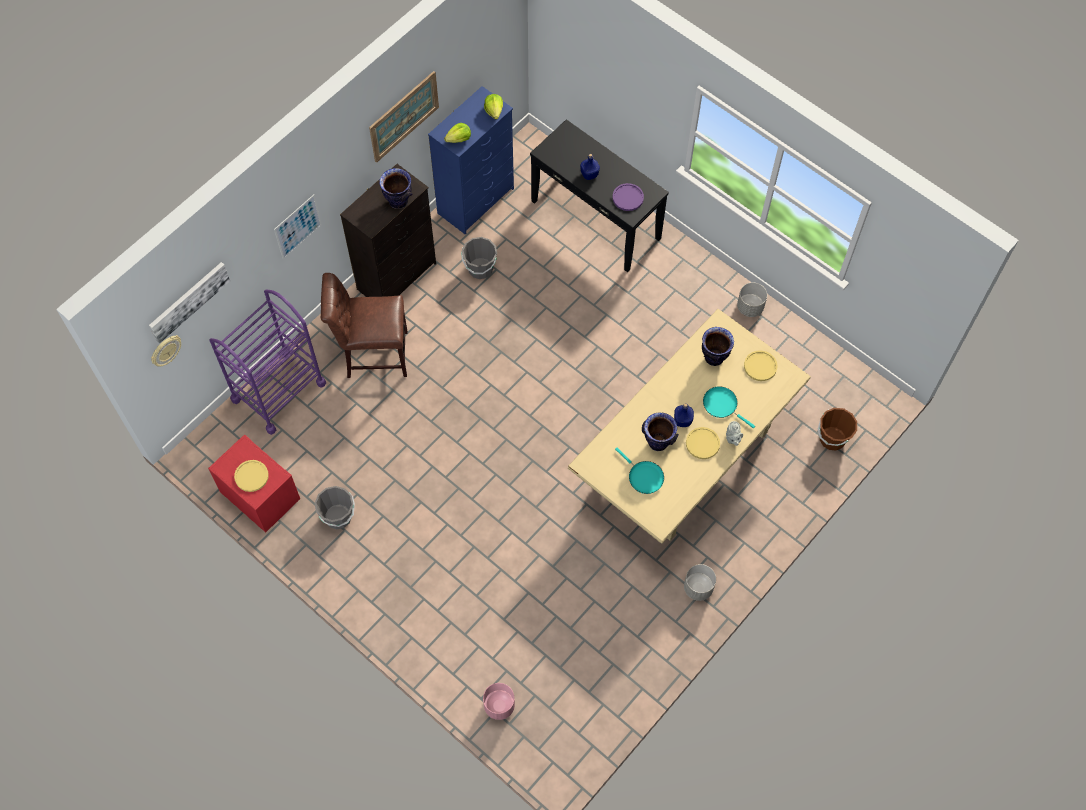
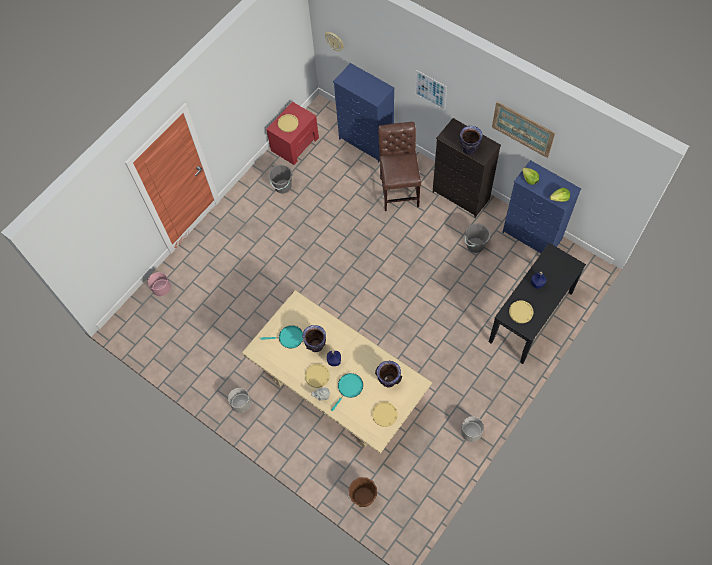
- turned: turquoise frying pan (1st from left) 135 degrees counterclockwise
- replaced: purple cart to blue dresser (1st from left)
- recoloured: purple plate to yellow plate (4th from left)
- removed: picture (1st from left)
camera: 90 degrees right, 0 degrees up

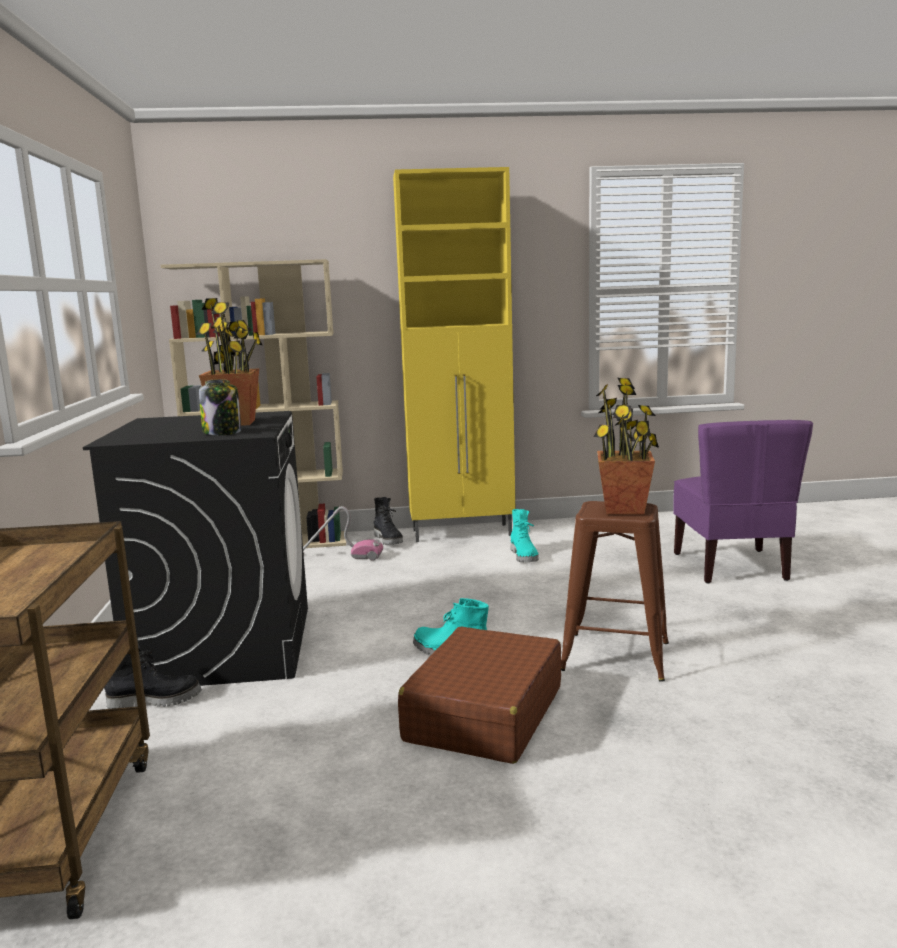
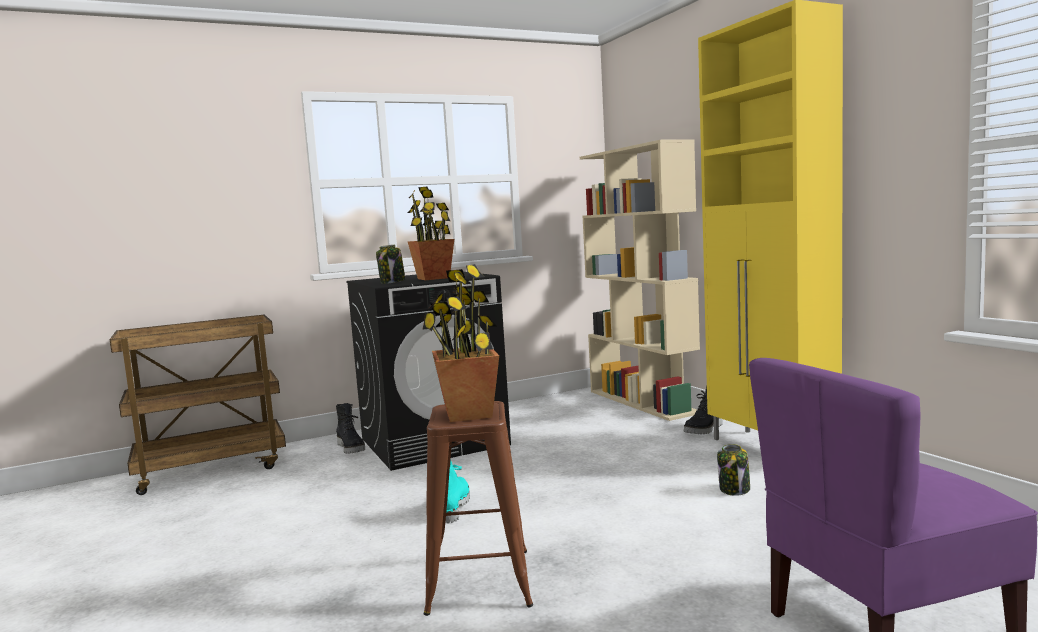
- replaced: turquoise boot (2nd from left) to jar (2nd from left)
- removed: vacuum cleaner
- removed: brown suitcase
camera: 70 degrees right, 5 degrees down

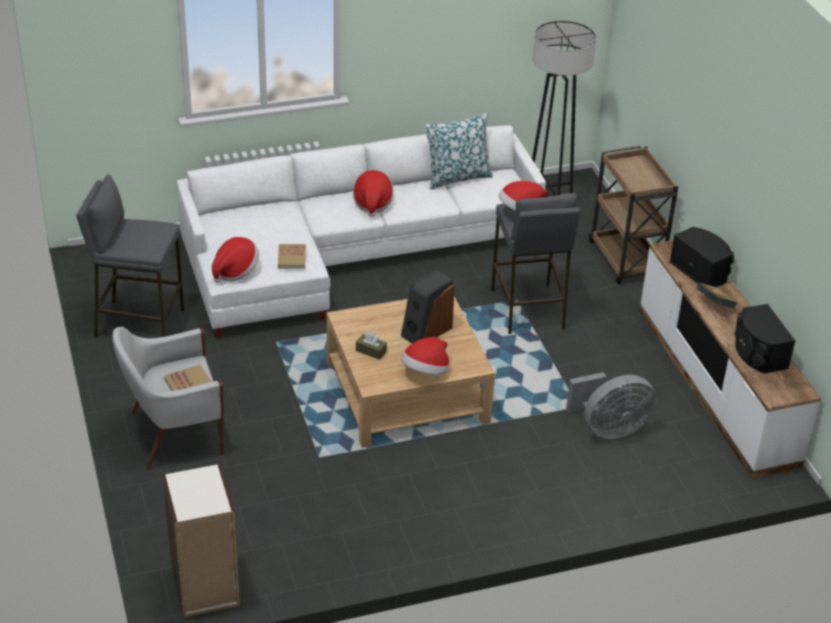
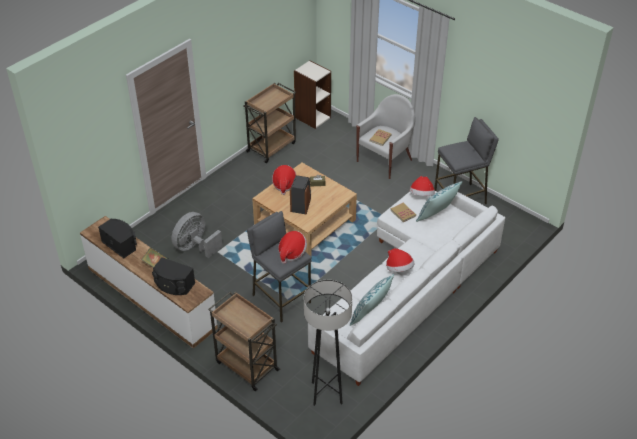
- added: brown cart (2nd from left)
- added: pillow (2nd from left)
camera: 150 degrees right, 5 degrees up

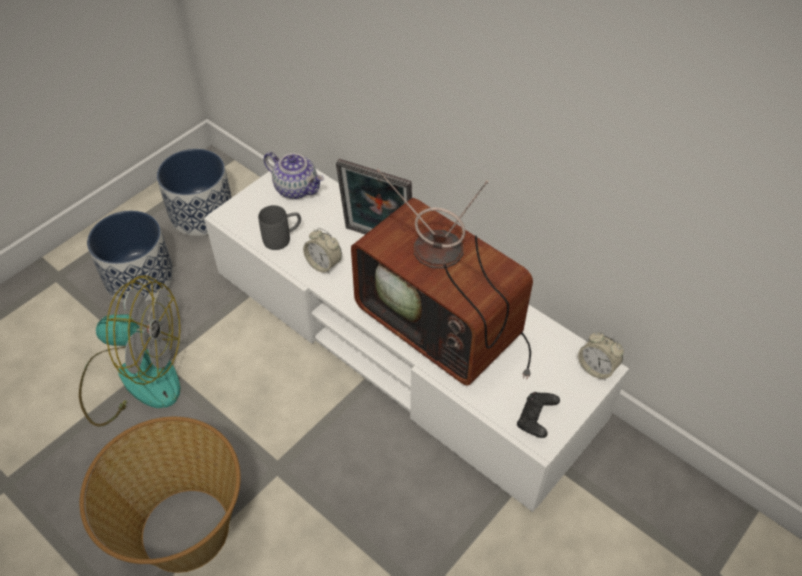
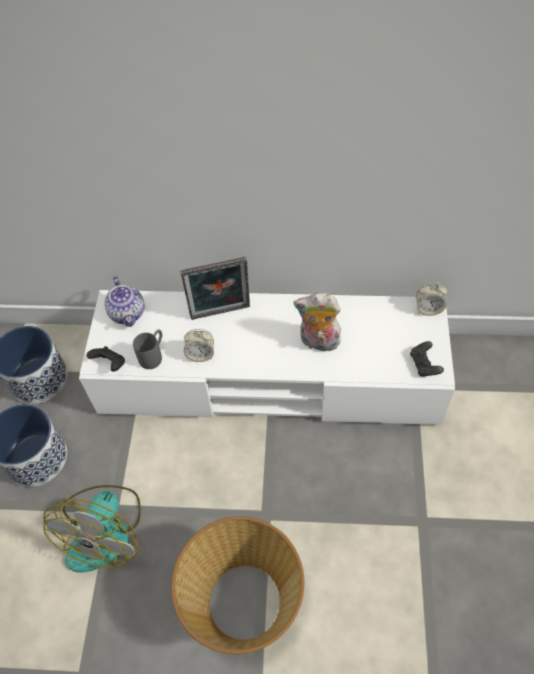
- turned: fan 135 degrees clockwise
- added: black game controller (1st from left)
- turned: teapot 75 degrees clockwise
- replaced: television to plush toy
camera: 35 degrees left, 5 degrees up

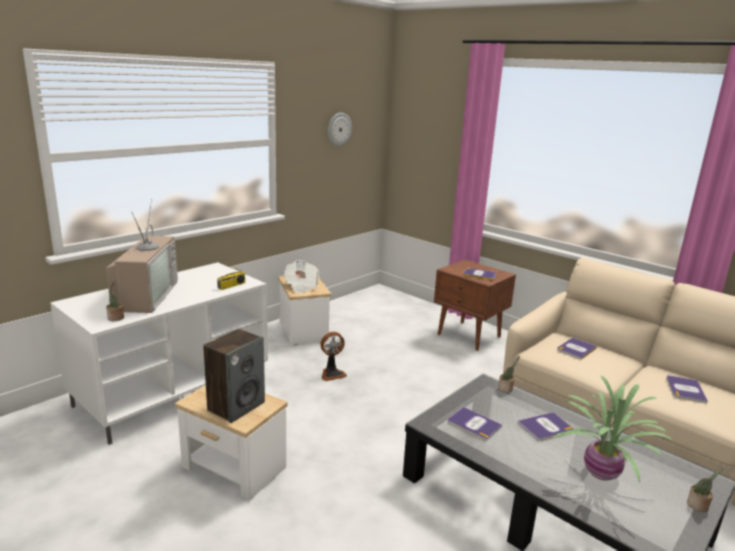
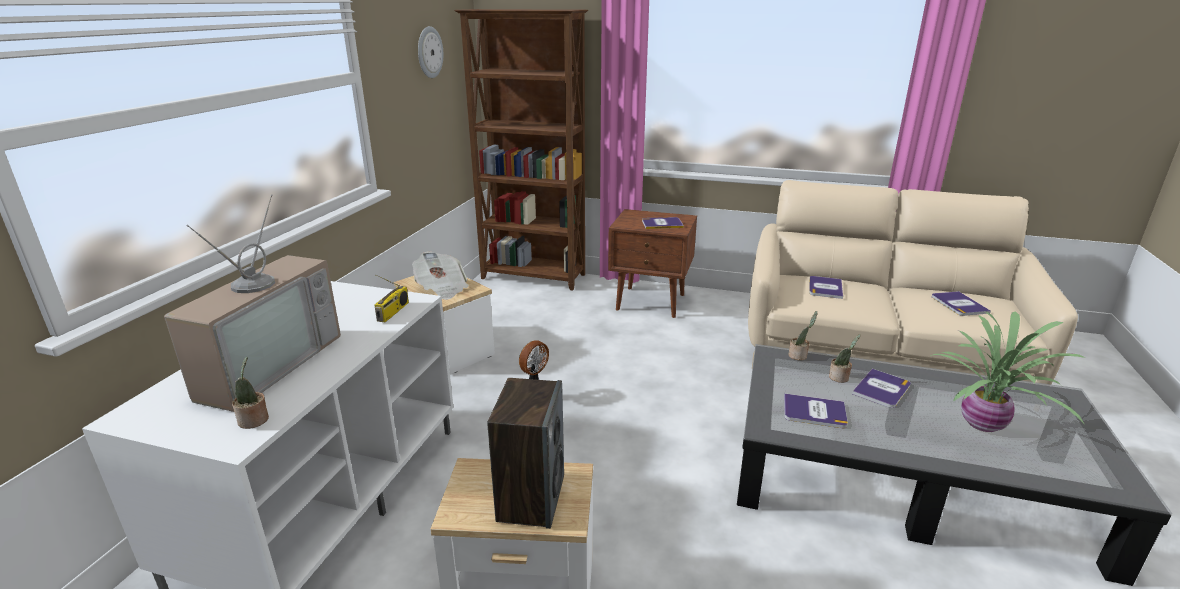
- turned: television 45 degrees clockwise
- added: brown bookcase
- moved: potted plant (4th from left in the first image) to potted plant (3rd from left)
camera: 25 degrees left, 5 degrees up

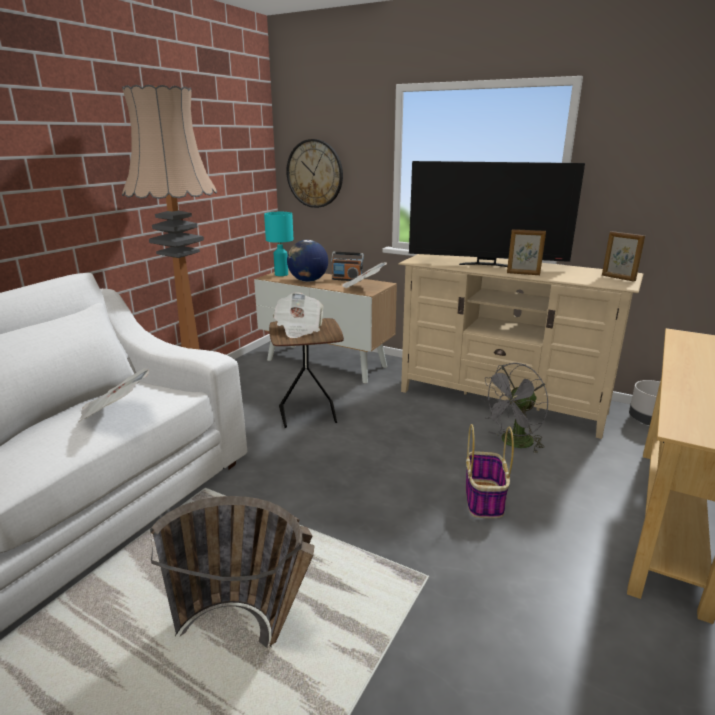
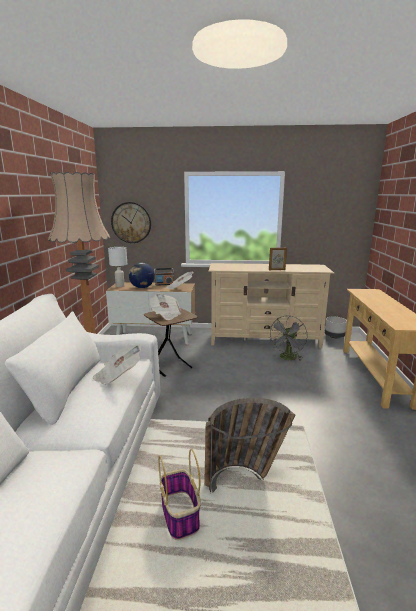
- recoloured: turquoise table lamp to white table lamp
- moved: basket (2nd from left in the first image) to basket (1st from left)
- removed: television
- removed: picture frame (2nd from left)
camera: 25 degrees left, 5 degrees down

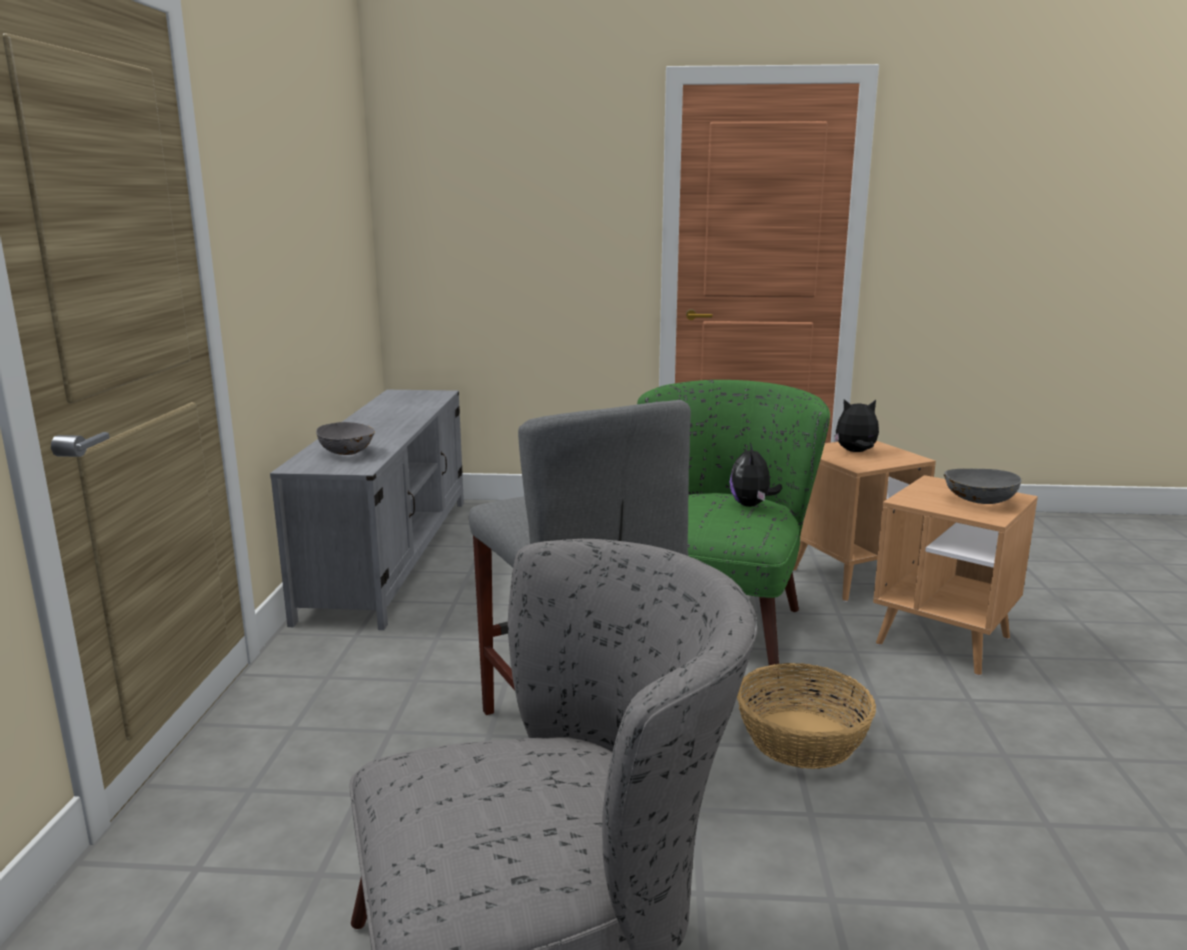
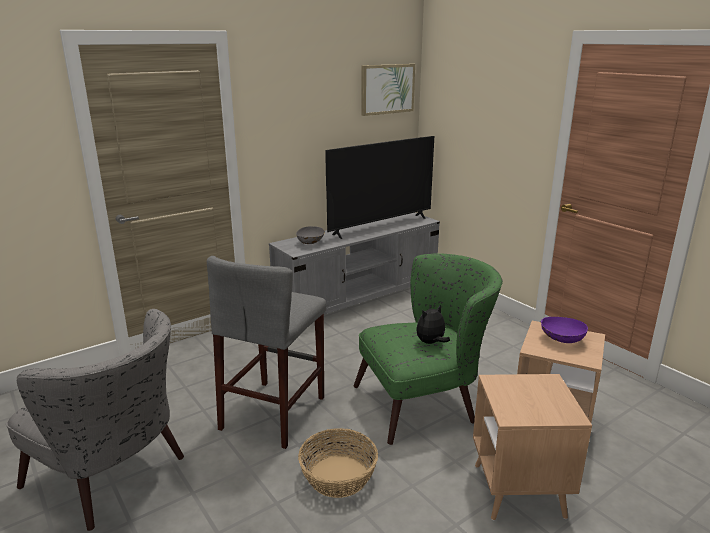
- added: television
- added: picture
- replaced: plush toy (2nd from left) to purple bowl
- removed: grey bowl (2nd from left)
camera: 50 degrees right, 5 degrees up

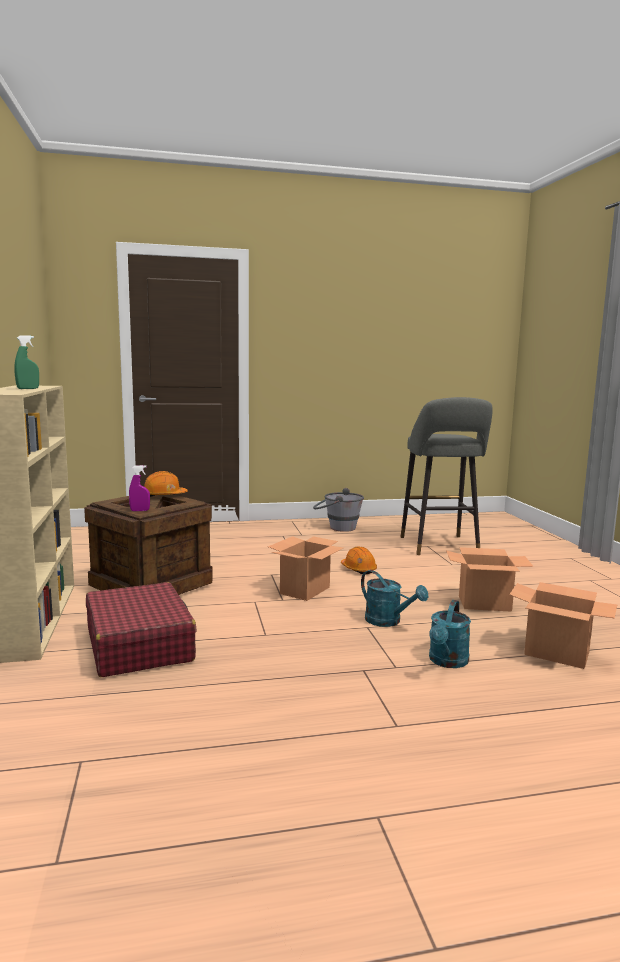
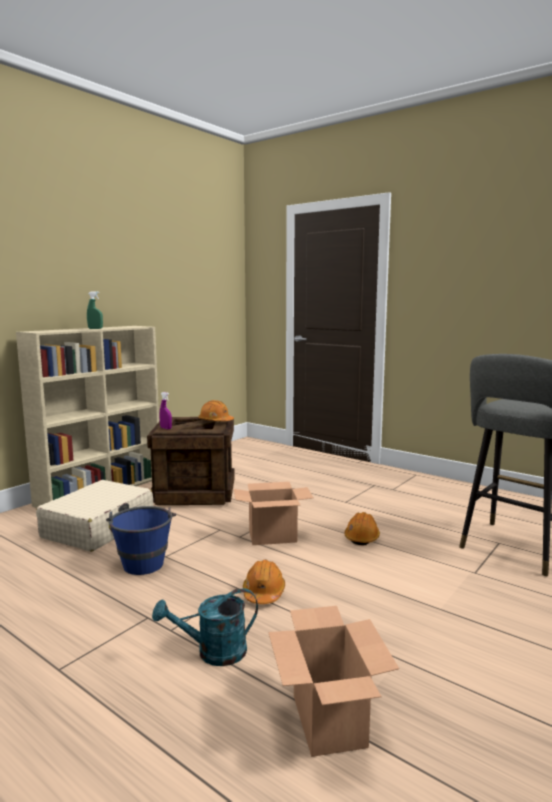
- recoloured: red suitcase to beige suitcase
- added: blue bucket
- replaced: turquoise watering can (1st from left) to orange hard hat (2nd from left)
- removed: grey bucket
- removed: cardboard box (2nd from left)
camera: 50 degrees right, 0 degrees up

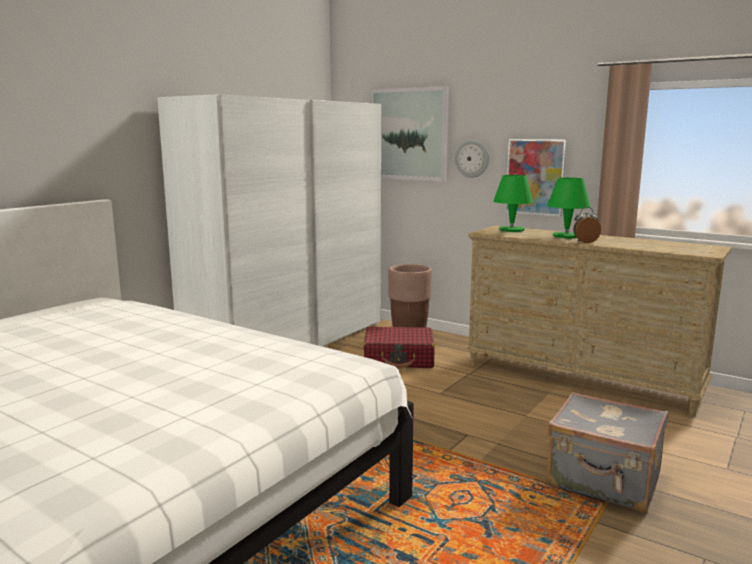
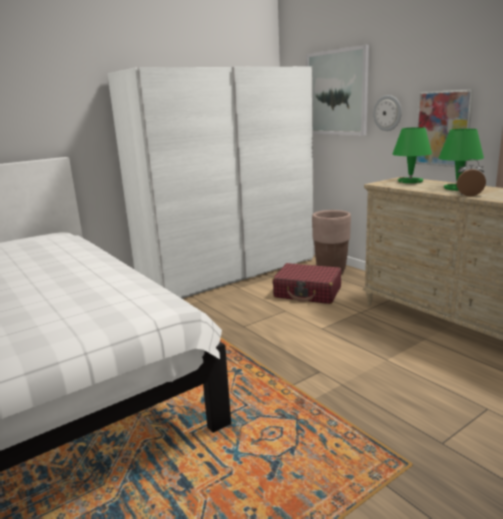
- removed: grey suitcase
camera: 20 degrees right, 5 degrees up

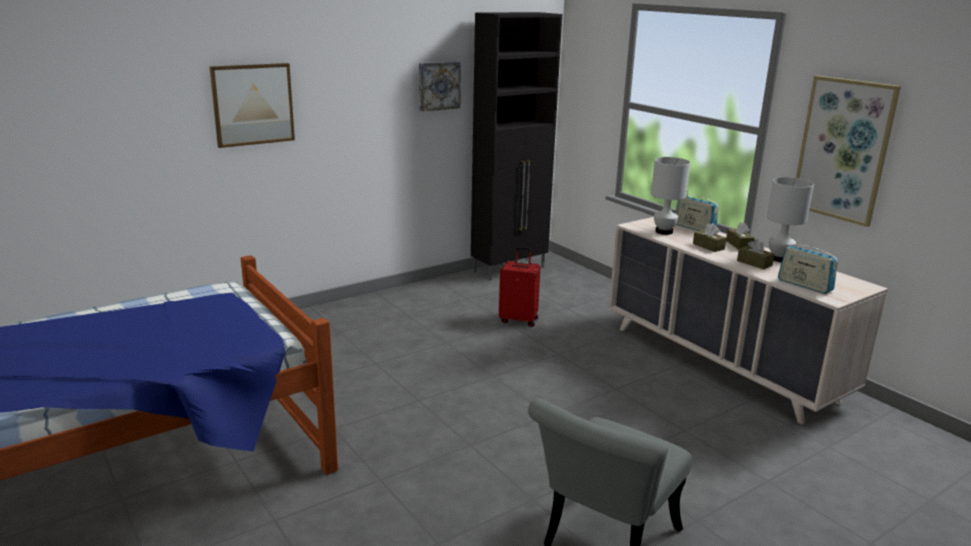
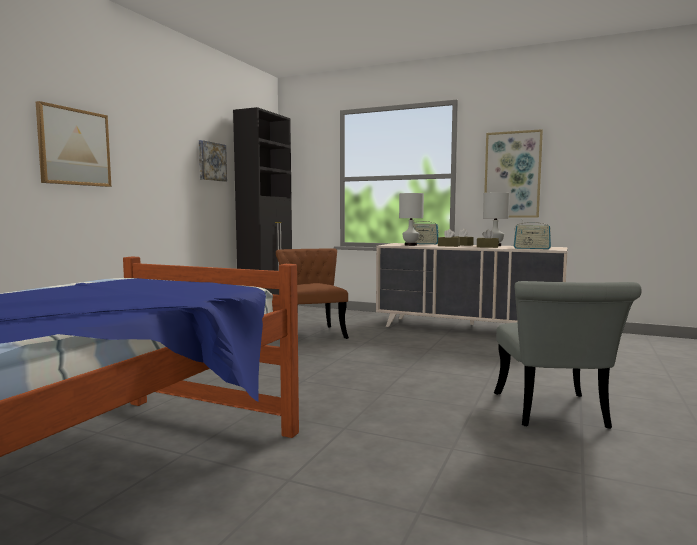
- replaced: red suitcase to brown chair
camera: 30 degrees left, 15 degrees down

